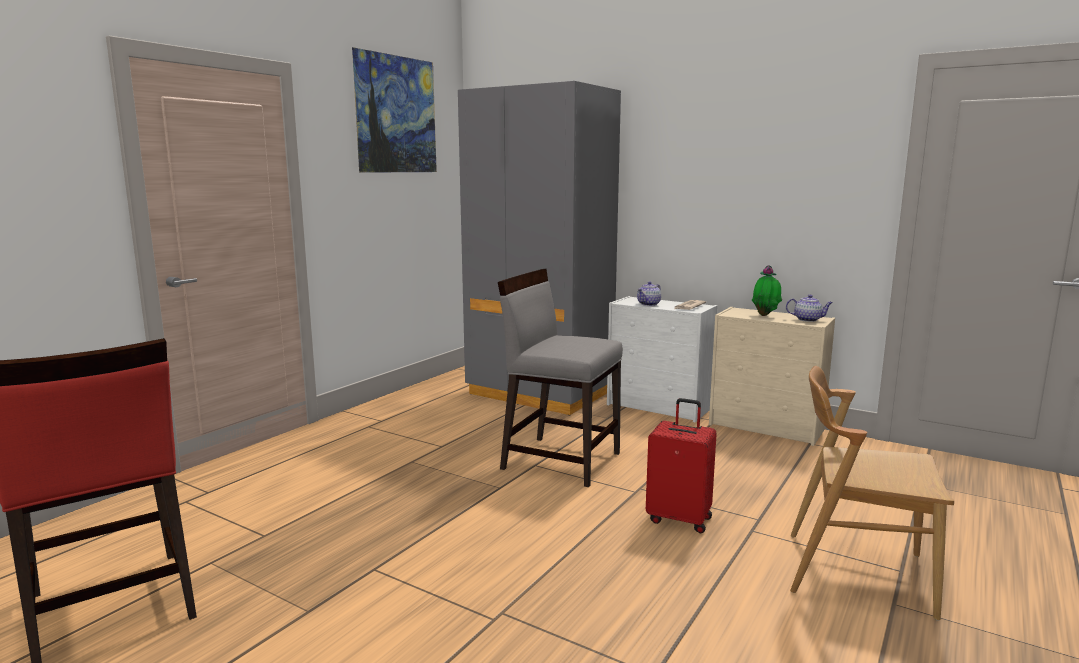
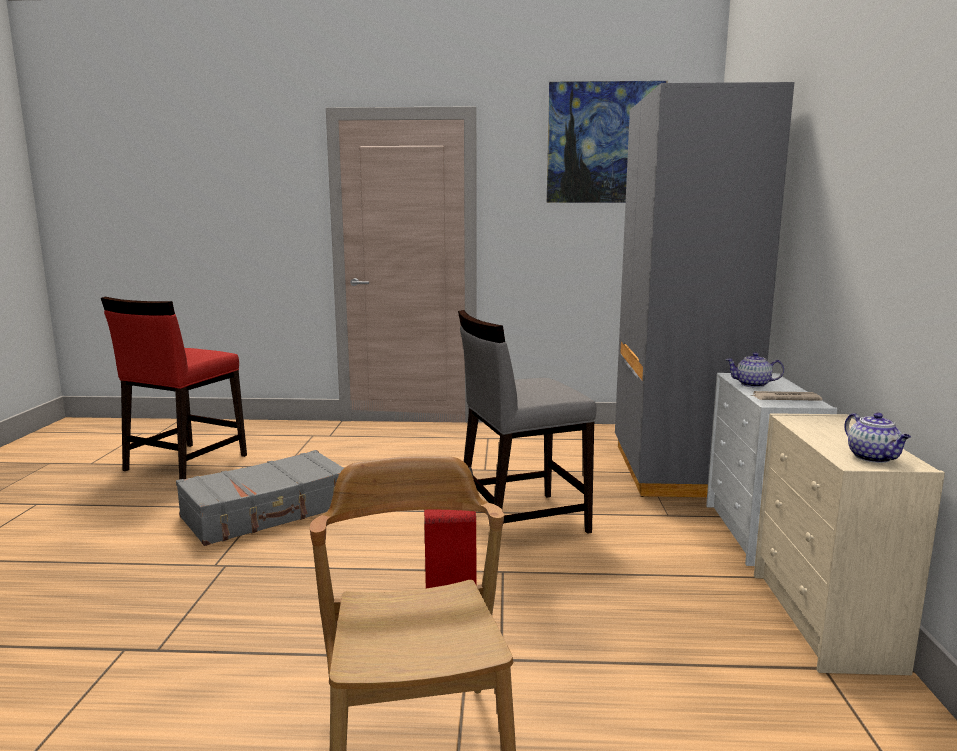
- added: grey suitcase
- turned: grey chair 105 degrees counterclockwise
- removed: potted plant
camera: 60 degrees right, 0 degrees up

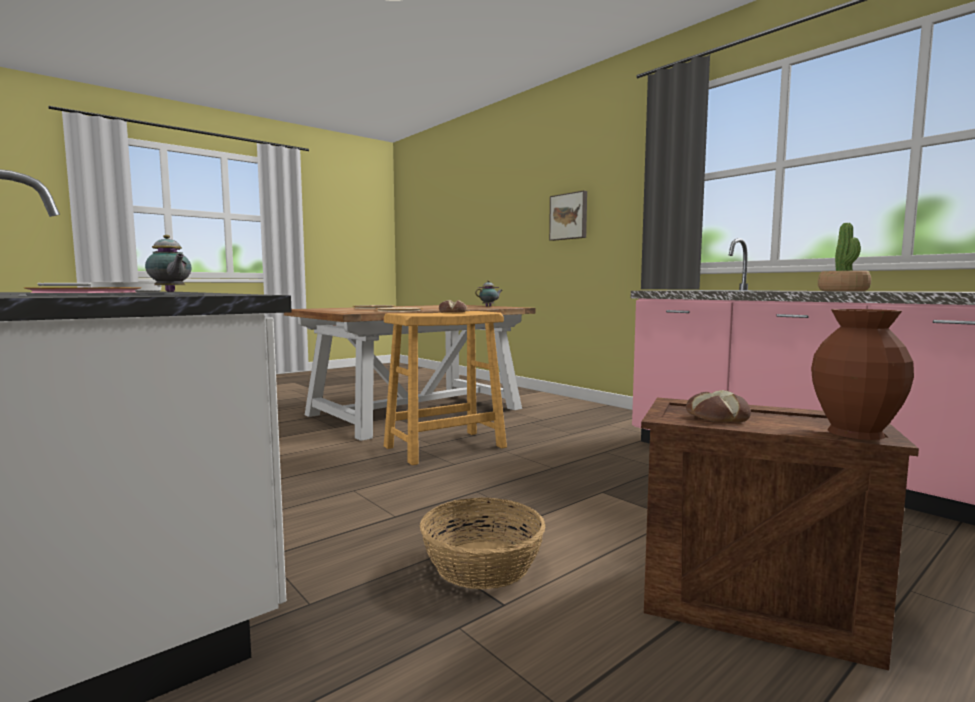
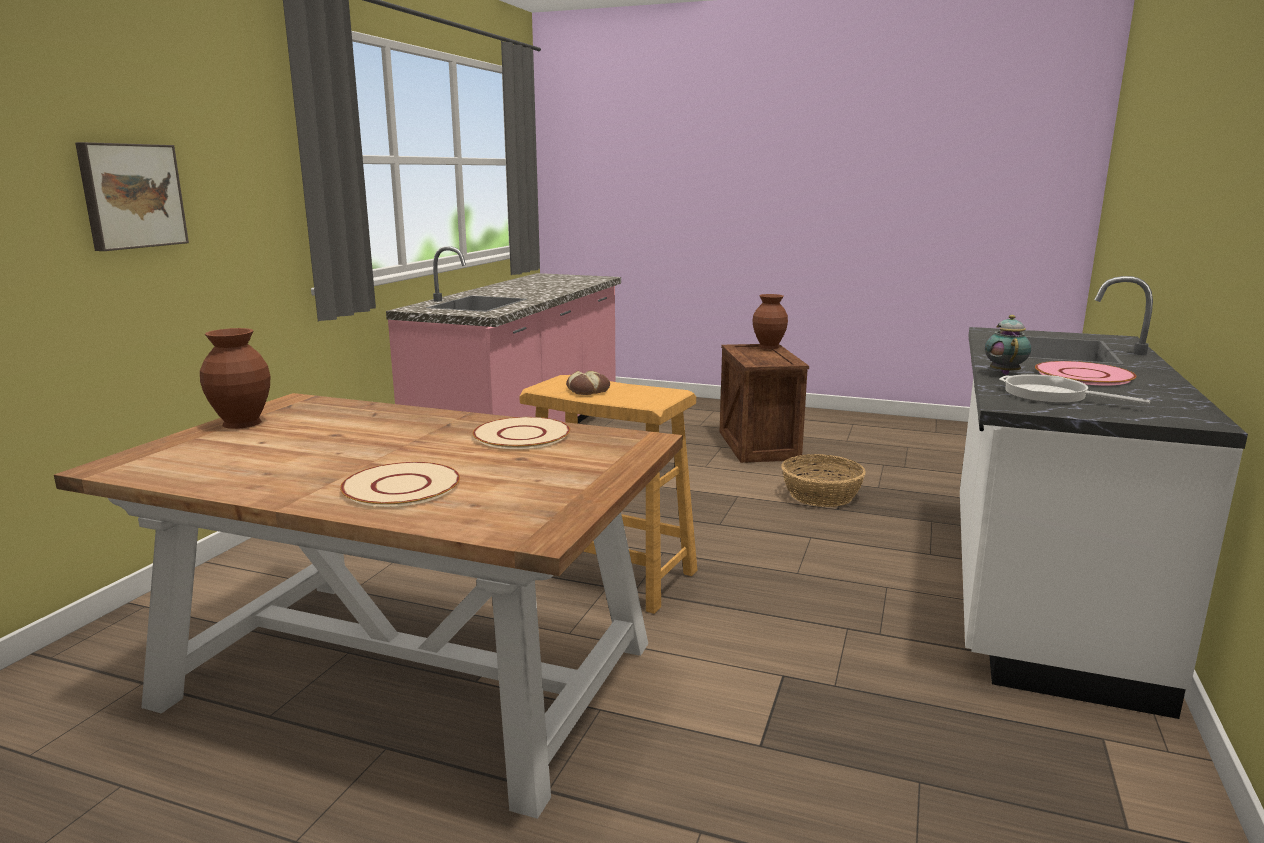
- replaced: teapot (2nd from left) to brown vase (1st from left)
- removed: bread (2nd from left)
- removed: potted plant
camera: 120 degrees left, 10 degrees up

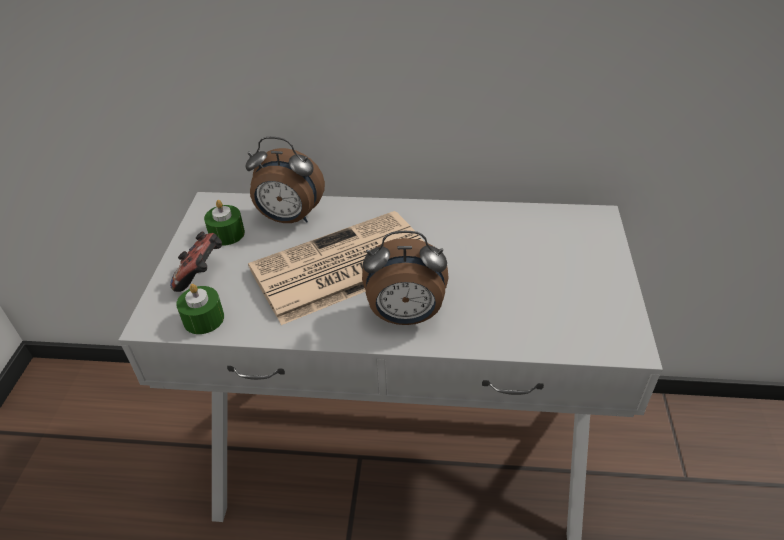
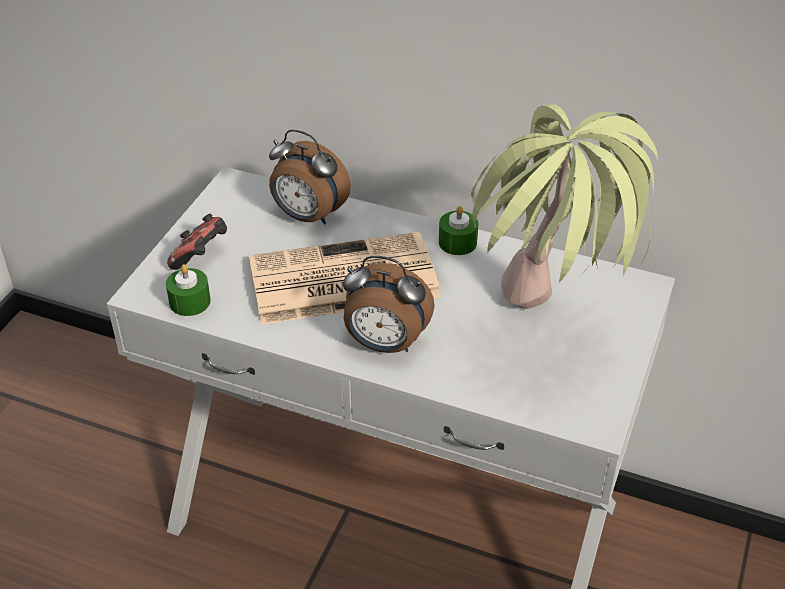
- moved: green candle (2nd from left)
- added: potted plant
camera: 15 degrees right, 0 degrees up

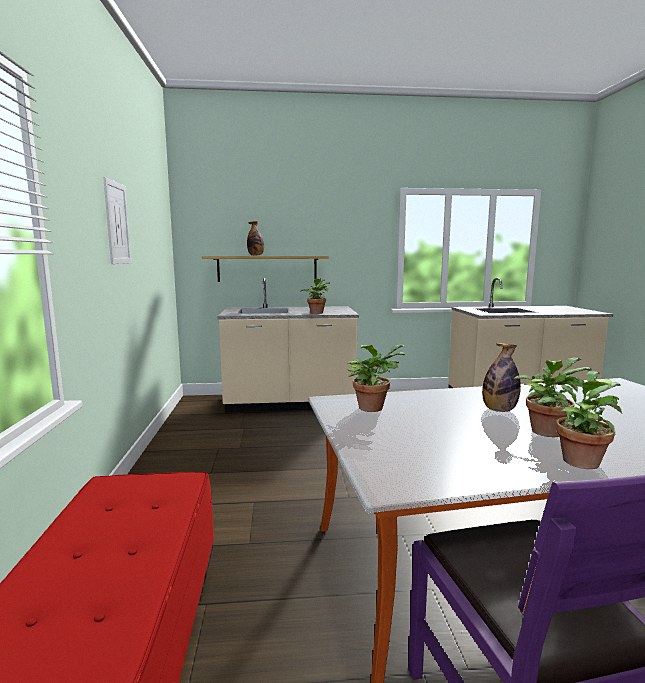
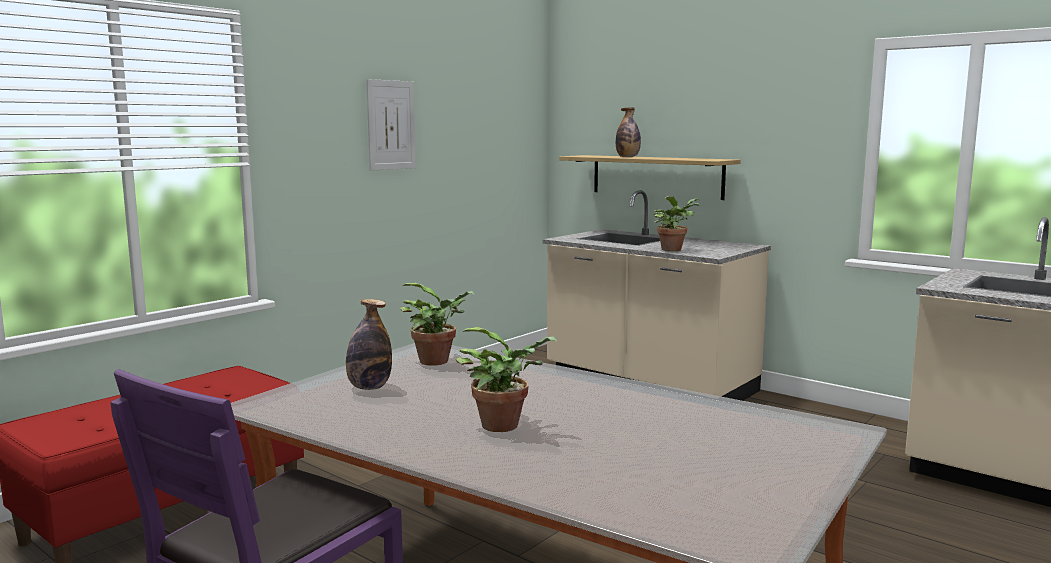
- moved: bottle (2nd from left in the first image) to bottle (1st from left)
- removed: potted plant (4th from left)
camera: 45 degrees right, 0 degrees up

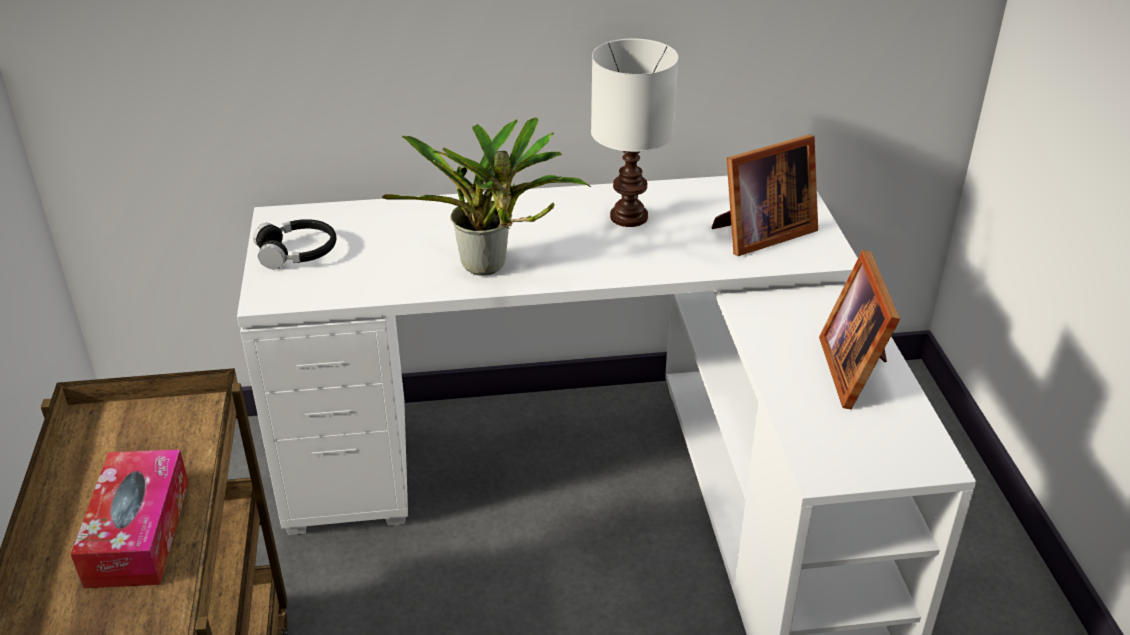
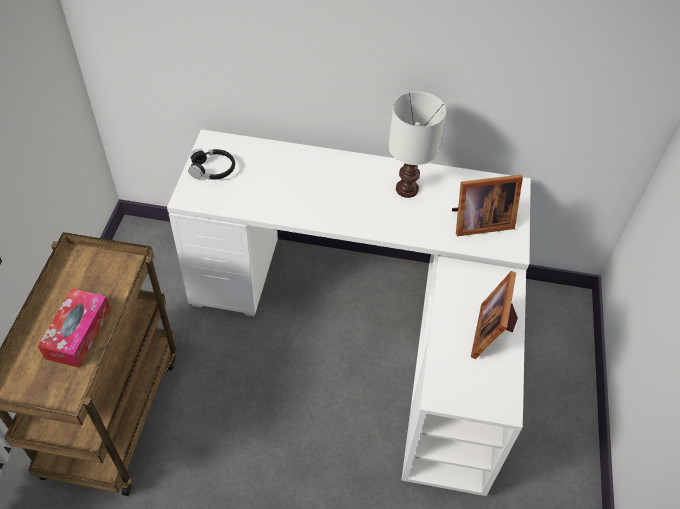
- removed: potted plant
camera: 15 degrees right, 15 degrees up

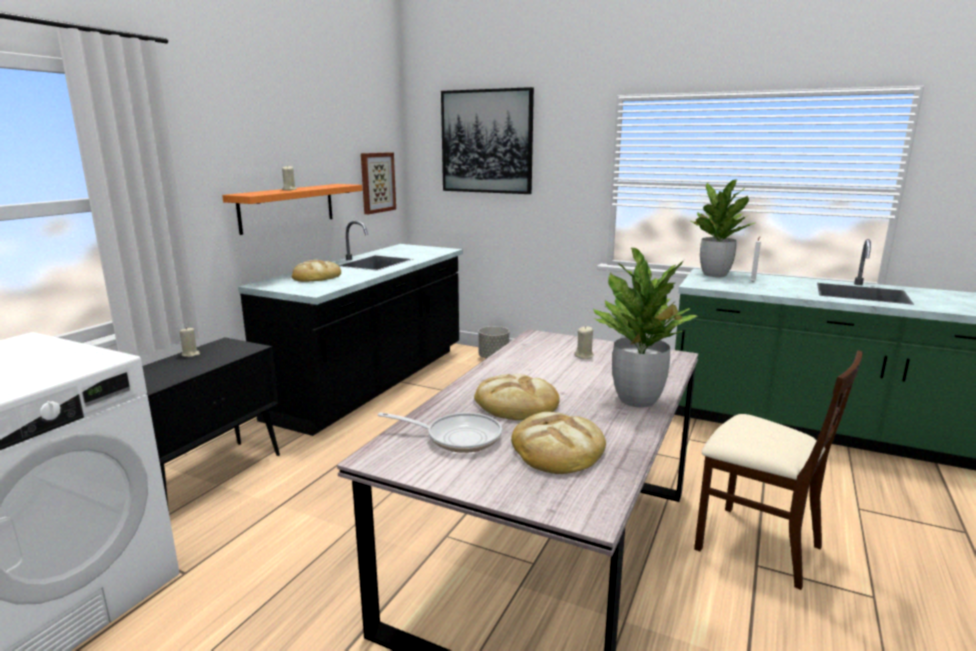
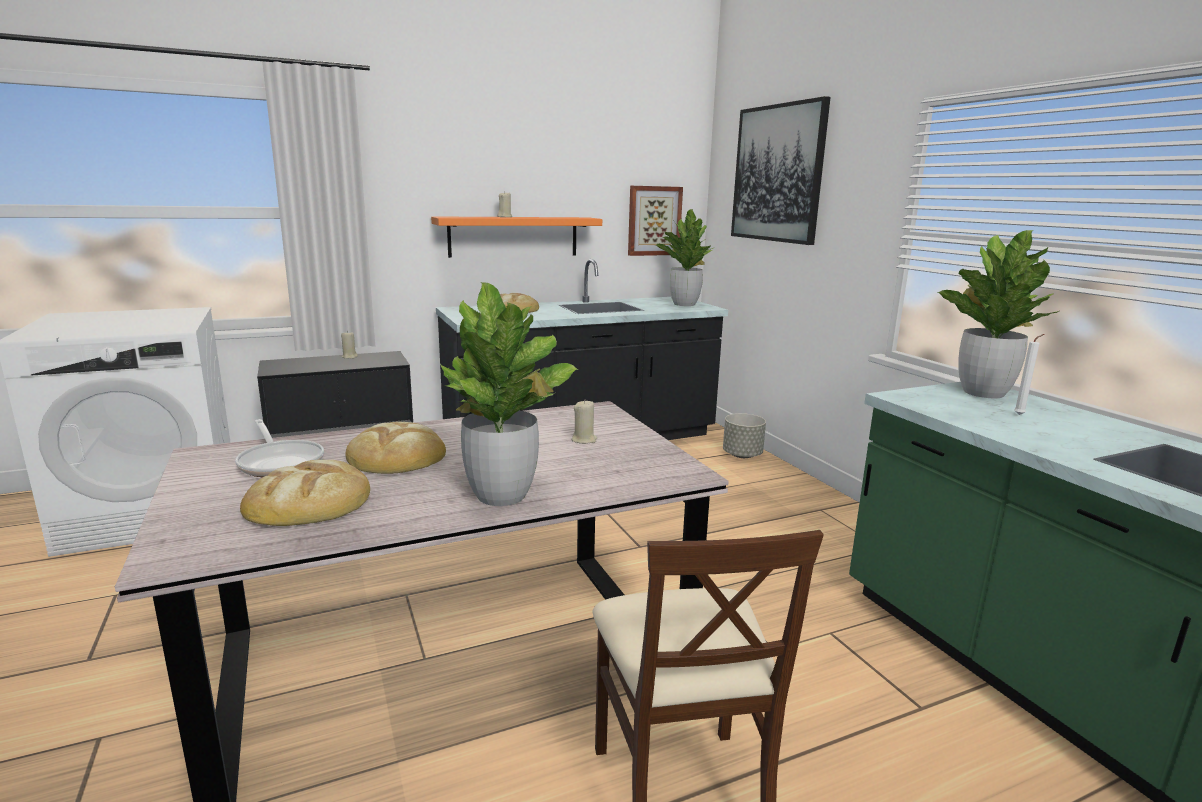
- added: potted plant (2nd from left)
camera: 40 degrees right, 0 degrees up

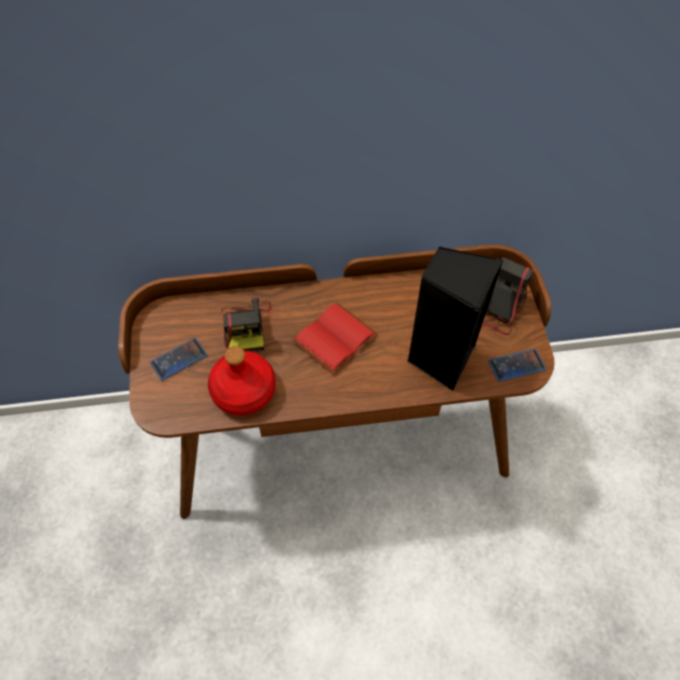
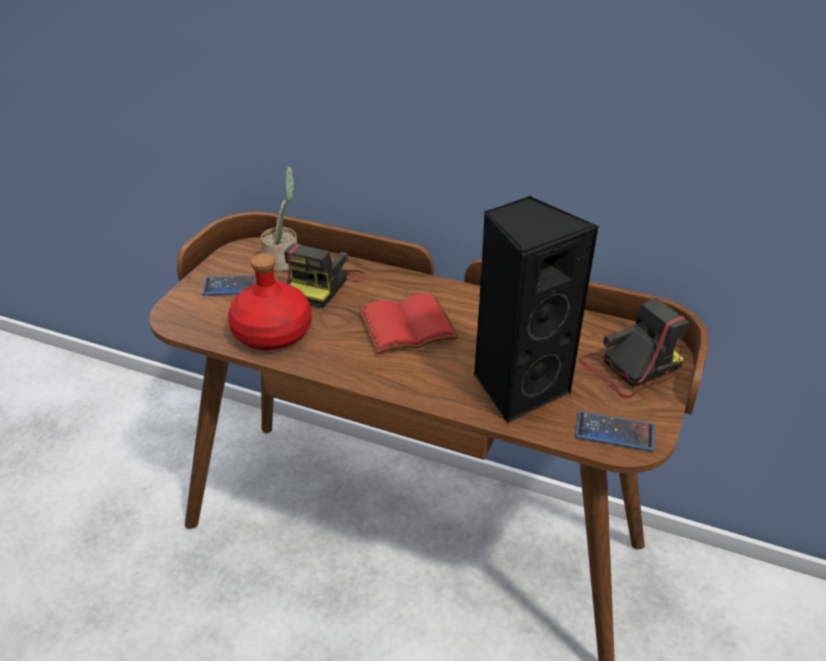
- added: potted plant
camera: 30 degrees right, 20 degrees down

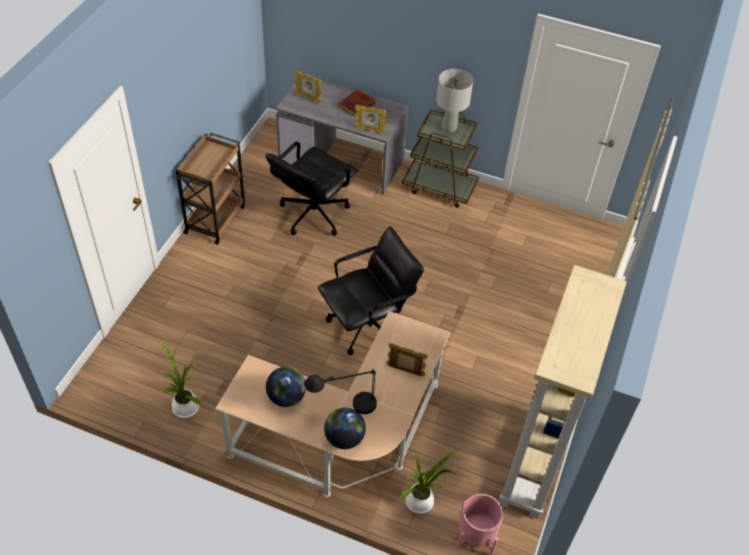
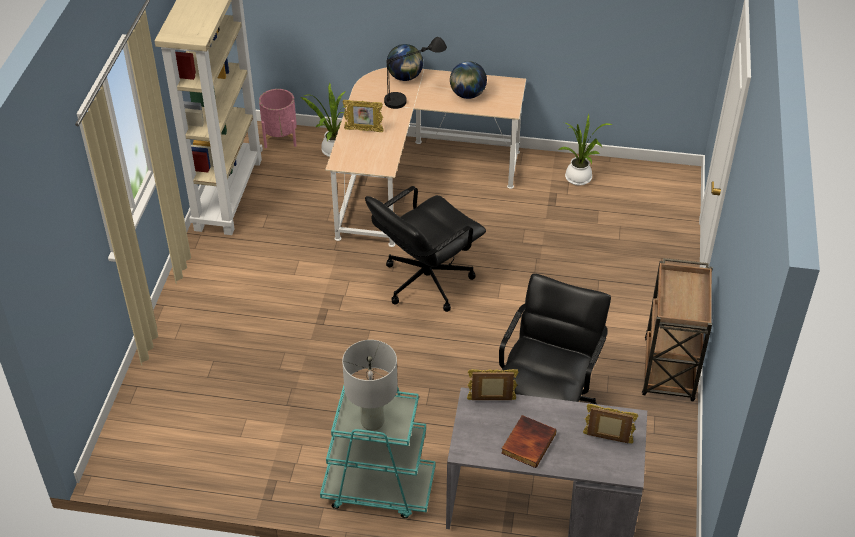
- recoloured: brown cart (2nd from left) to turquoise cart
camera: 170 degrees right, 5 degrees down

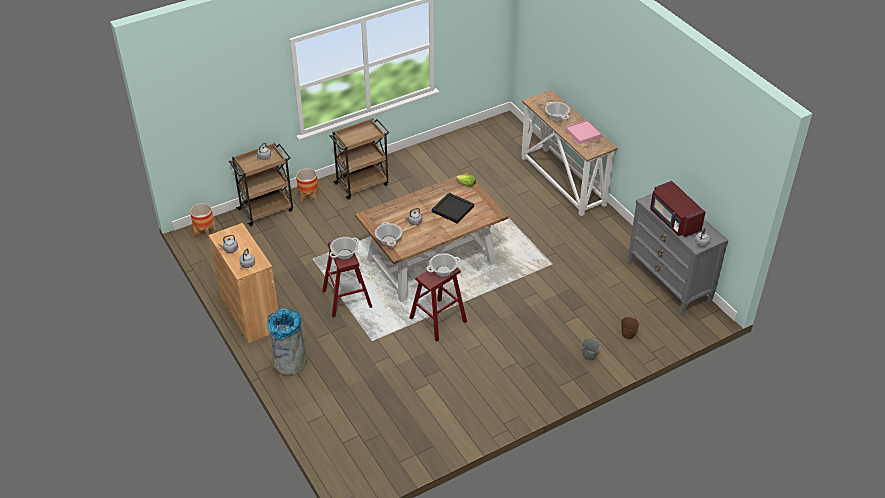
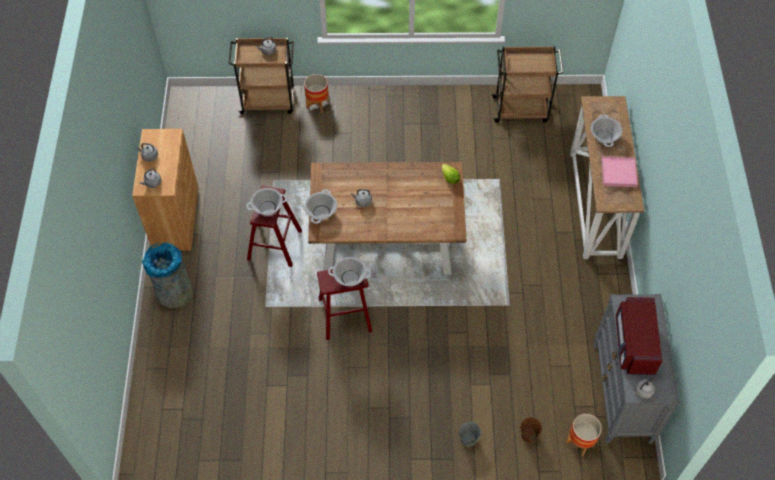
- moved: brown cart (2nd from left)
- moved: planter (1st from left in the first image) to planter (2nd from left)
- removed: black tray
camera: 30 degrees right, 15 degrees up

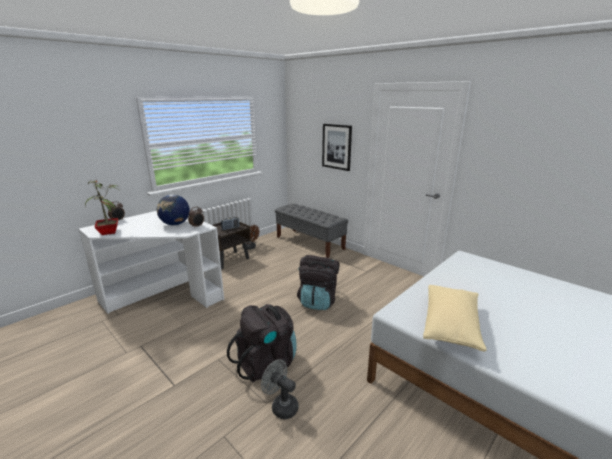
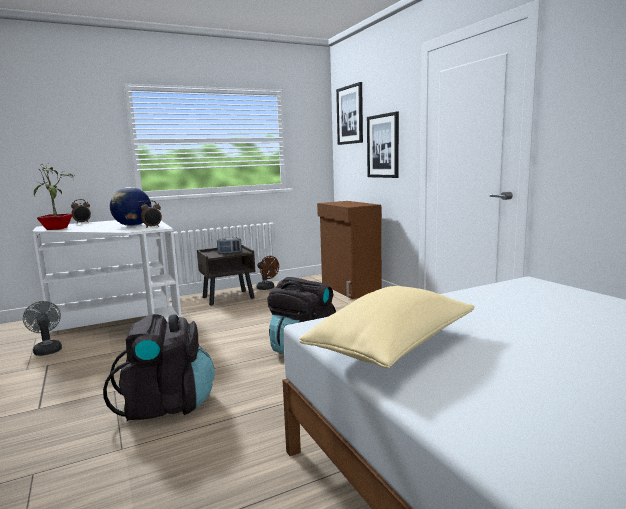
- moved: grey fan
- replaced: grey bench to brown cabinet
- added: picture (1st from left)
camera: 20 degrees right, 10 degrees down

